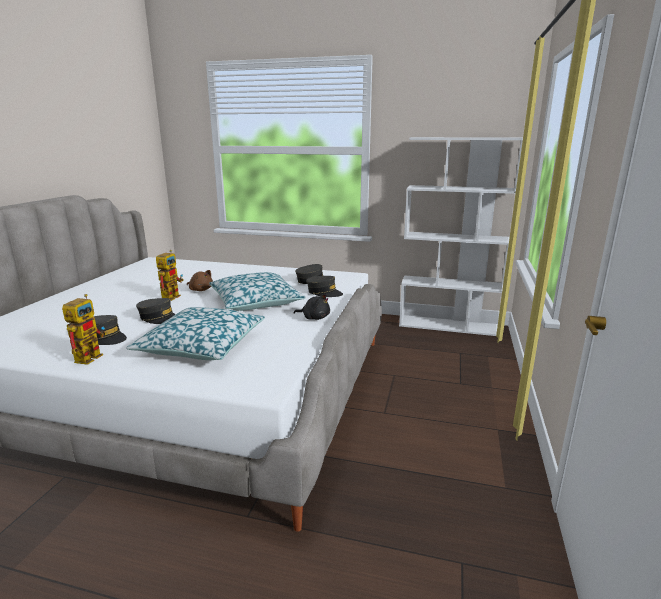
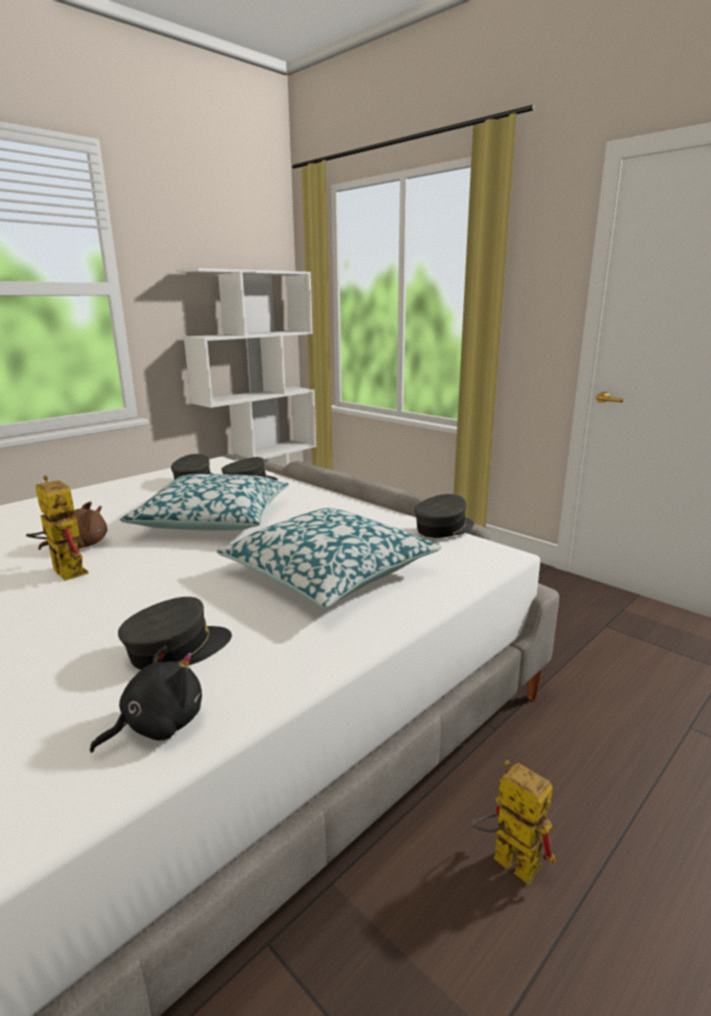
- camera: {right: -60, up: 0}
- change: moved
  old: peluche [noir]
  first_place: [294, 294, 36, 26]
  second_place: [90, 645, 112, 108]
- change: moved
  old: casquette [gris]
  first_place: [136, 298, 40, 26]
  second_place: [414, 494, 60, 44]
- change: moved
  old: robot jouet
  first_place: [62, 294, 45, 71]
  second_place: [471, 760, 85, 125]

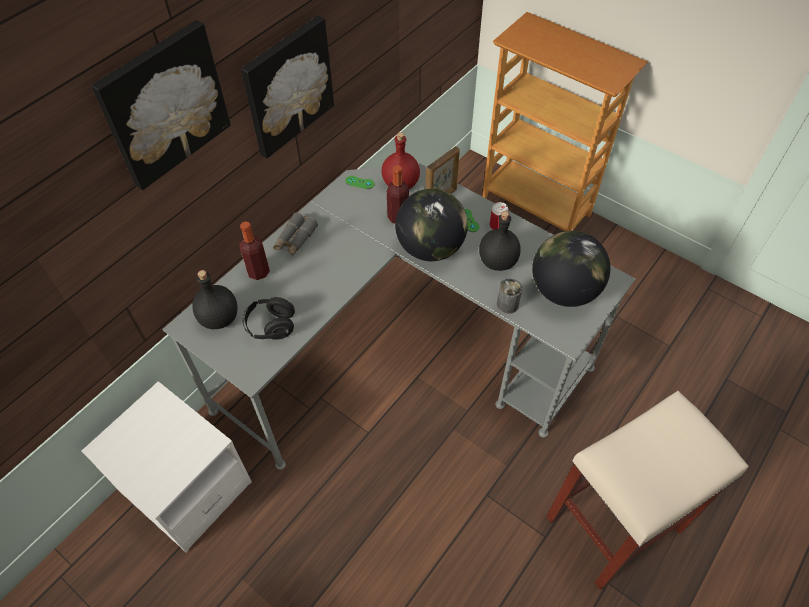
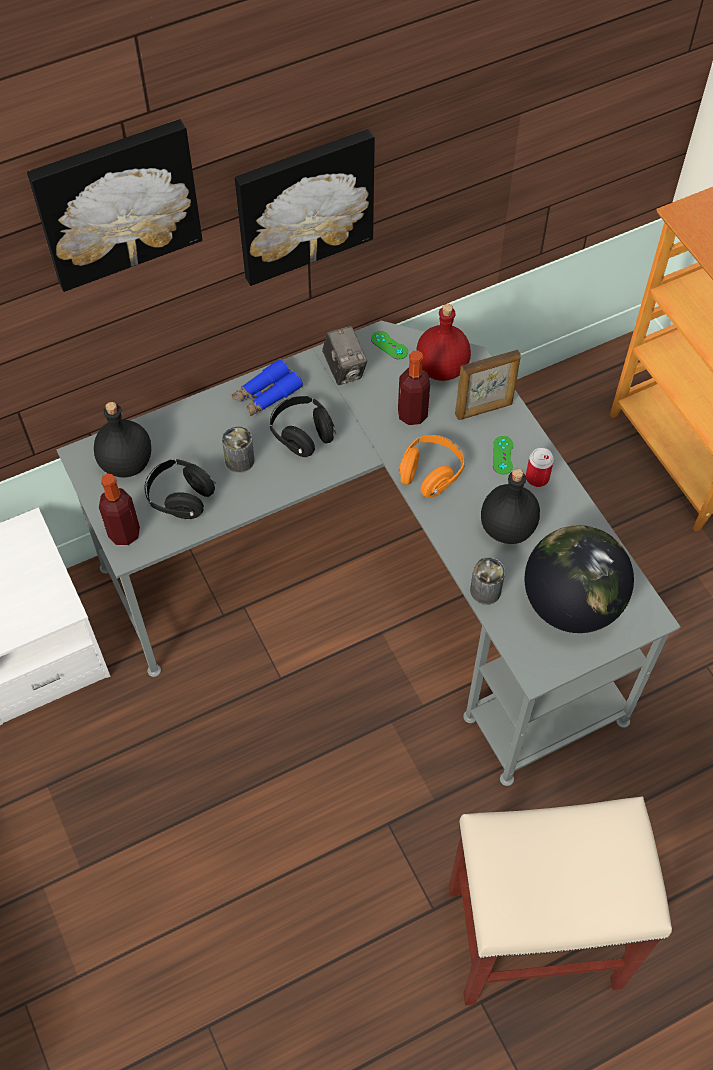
- camera: {right: 25, up: 5}
- change: moved
  old: bouteille
  first_place: [239, 221, 31, 59]
  second_place: [99, 474, 41, 71]
- change: added
  new: boîte métallique
  second_place: [222, 426, 33, 47]
- change: recoloured
  old: jumelles [gris]
  new: jumelles [bleu]
  first_place: [273, 213, 45, 43]
  second_place: [232, 359, 71, 57]
- change: added
  new: casque audio [noir]
  second_place: [270, 396, 66, 61]
- change: added
  new: appareil photo
  second_place: [322, 326, 45, 59]
- change: replaced
  old: globe
  new: casque audio [orange]
  first_place: [395, 189, 73, 72]
  second_place: [399, 435, 66, 63]

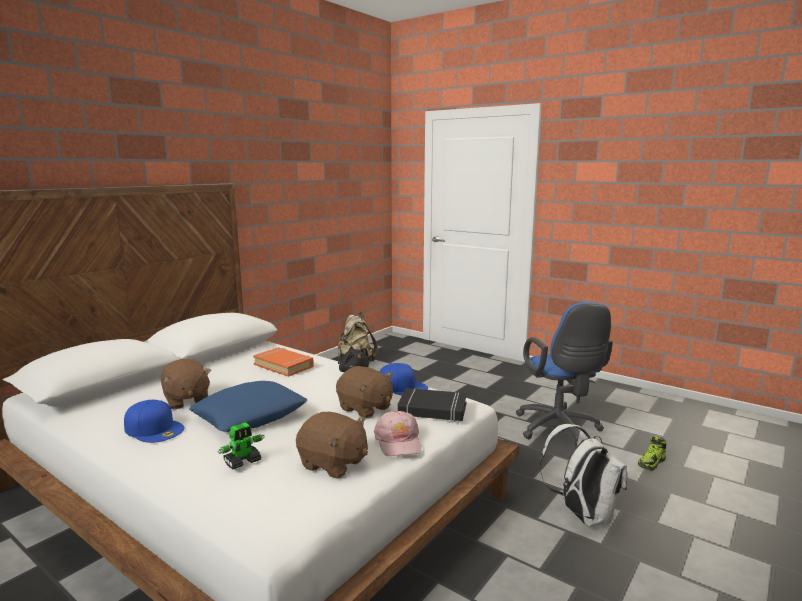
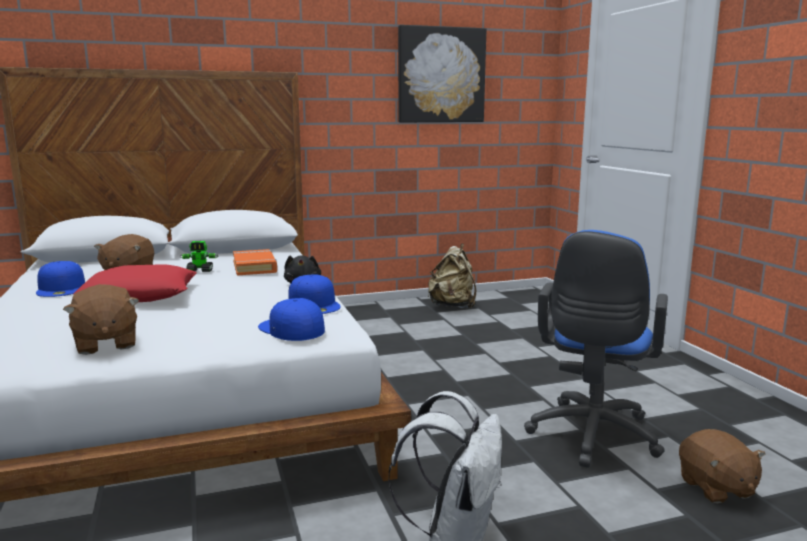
- camera: {right: 35, up: 0}
- change: recoloured
  old: coussin [bleu]
  new: coussin [rouge]
  first_place: [189, 381, 118, 51]
  second_place: [73, 264, 124, 38]
- change: moved
  old: robot jouet
  first_place: [218, 422, 47, 47]
  second_place: [180, 241, 38, 31]
- change: replaced
  old: livre [noir]
  new: casquette [bleu]
  first_place: [398, 388, 69, 33]
  second_place: [258, 298, 67, 43]
- change: added
  new: tableau
  second_place: [398, 25, 89, 97]
- change: moved
  old: peluche [marron]
  first_place: [336, 366, 57, 52]
  second_place: [679, 429, 86, 75]
- change: removed
  old: casquette [rose]
  first_place: [374, 410, 47, 46]
- change: removed
  old: chaussure
  first_place: [638, 436, 28, 35]

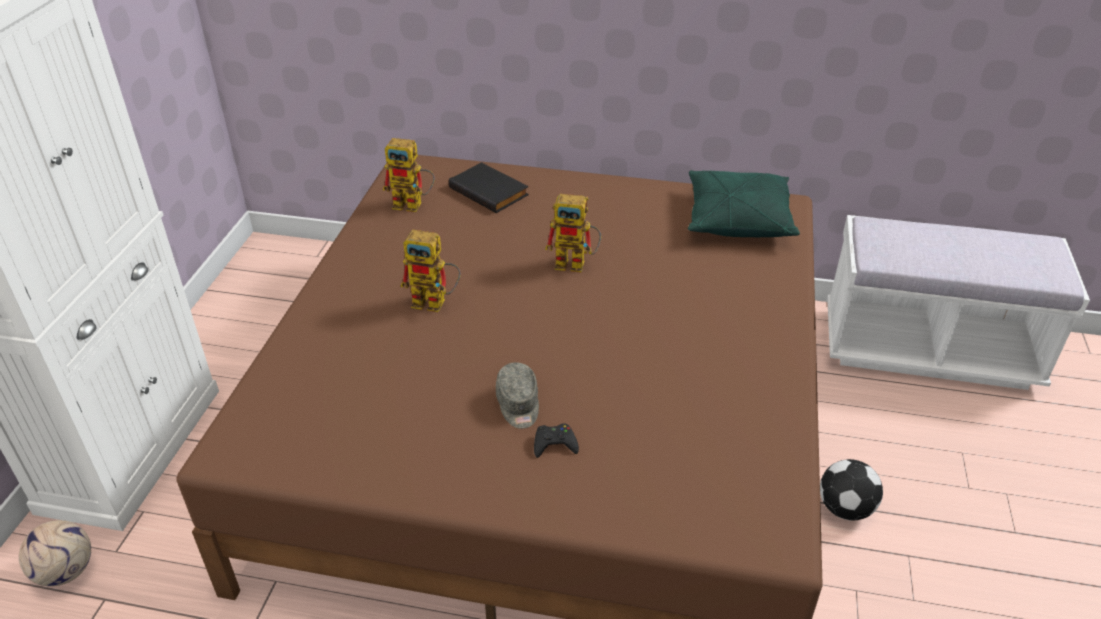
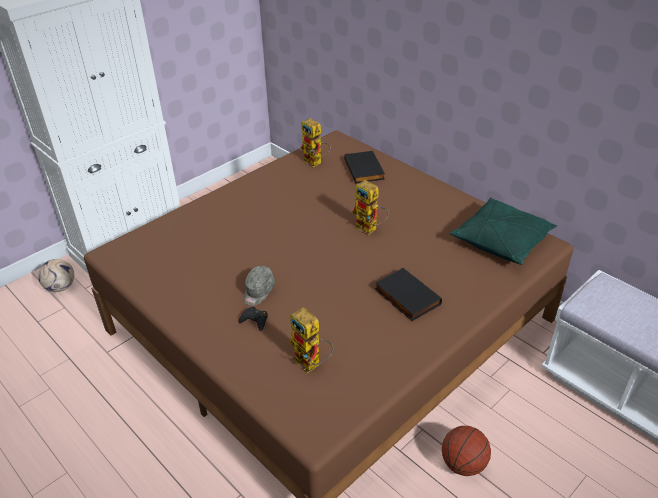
- camera: {right: 35, up: 0}
- change: moved
  old: robot jouet
  first_place: [400, 230, 61, 82]
  second_place: [289, 307, 45, 66]
- change: added
  new: livre [noir]
  second_place: [374, 268, 68, 53]
- change: replaced
  old: ballon de foot
  new: ballon de basket
  first_place: [820, 459, 63, 62]
  second_place: [442, 426, 49, 50]

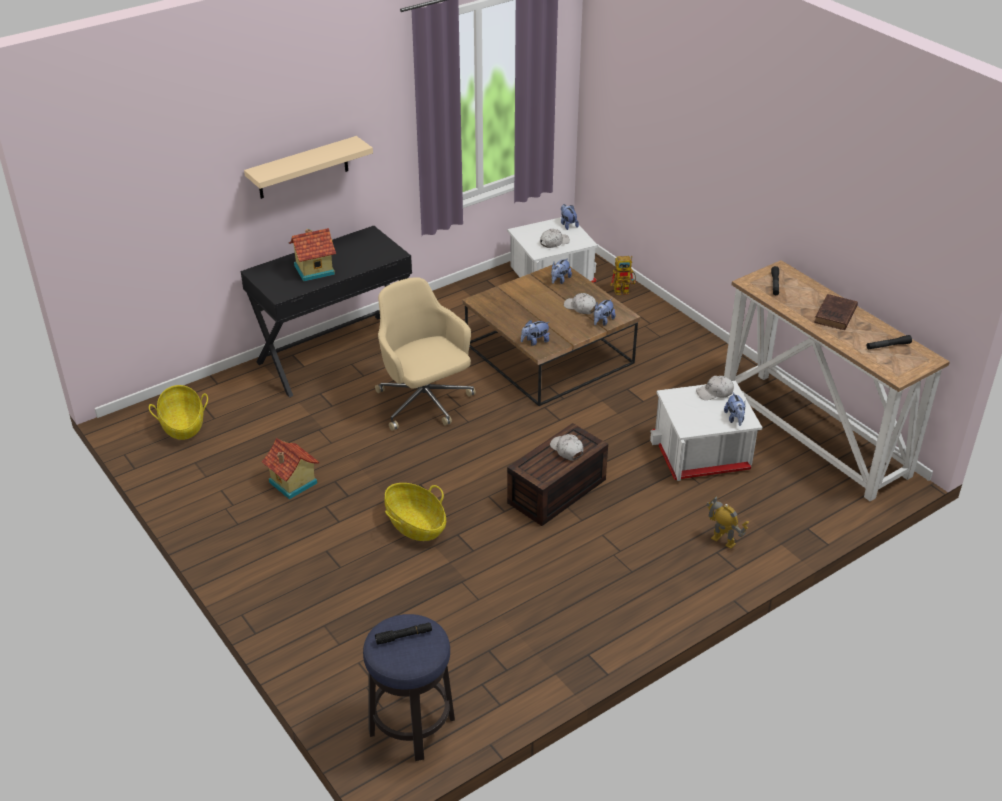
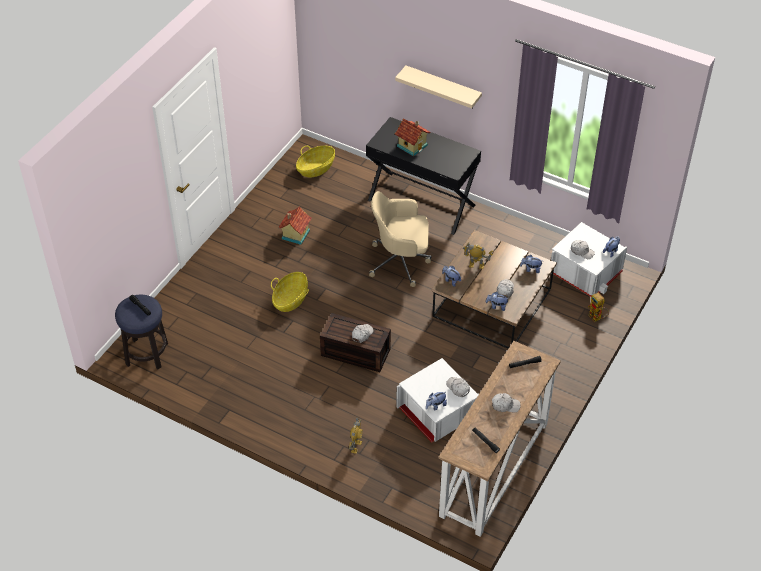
- camera: {right: 65, up: 10}
- change: turned
  old: chaise de bureau [beige]
  first_place: [375, 277, 101, 154]
  second_place: [369, 191, 62, 96]
  degrees: -120
- change: added
  new: robot jouet
  second_place: [462, 242, 31, 27]
- change: replaced
  old: livre [marron]
  new: casquette [blanc]
  first_place: [814, 294, 44, 36]
  second_place: [492, 393, 29, 19]

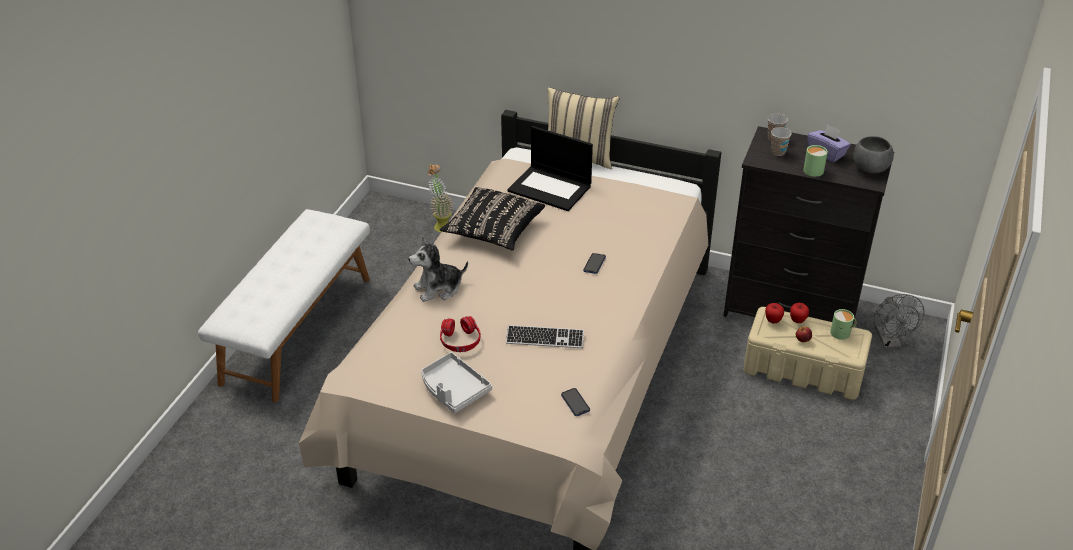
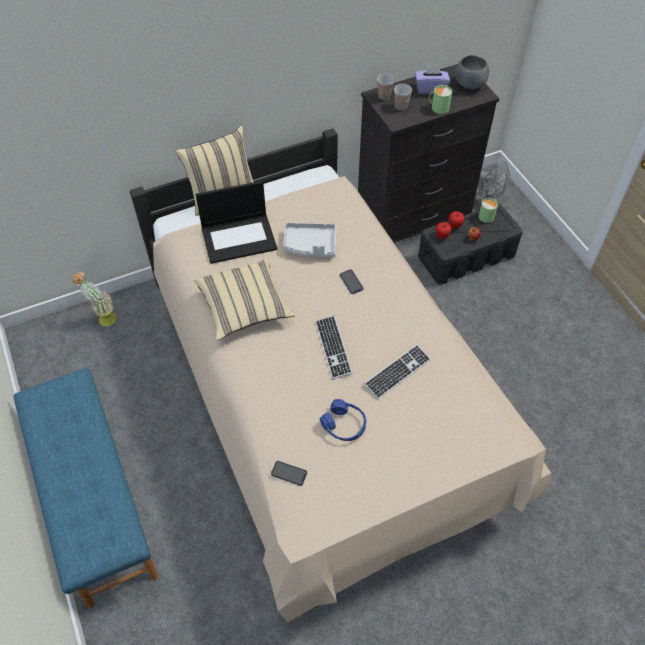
- camera: {right: -45, up: 15}
- change: recoloured
  old: banc [blanc]
  new: banc [bleu]
  first_place: [198, 209, 172, 193]
  second_place: [13, 368, 145, 240]
- change: recoloured
  old: coussin [noir]
  new: coussin [beige]
  first_place: [440, 187, 105, 64]
  second_place: [195, 258, 100, 82]
- change: moved
  old: téléphone
  first_place: [561, 388, 29, 28]
  second_place: [271, 461, 36, 25]
- change: moved
  old: plateau [gris]
  first_place: [421, 352, 71, 61]
  second_place: [283, 222, 53, 35]
- change: added
  new: clavier
  second_place: [315, 316, 38, 63]
- change: recoloured
  old: casque audio [rouge]
  new: casque audio [bleu]
  first_place: [440, 316, 41, 36]
  second_place: [320, 399, 46, 42]
- change: recoloured
  old: boîte de rangement [beige]
  new: boîte de rangement [noir]
  first_place: [743, 307, 129, 93]
  second_place: [418, 204, 105, 81]
- change: removed
  old: peluche
  first_place: [409, 237, 59, 65]

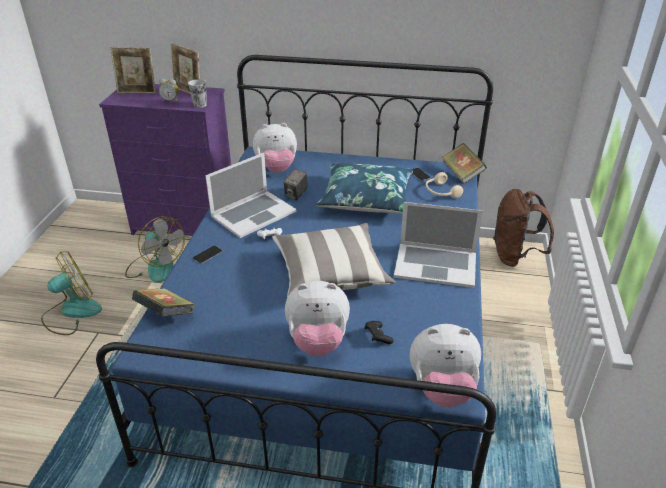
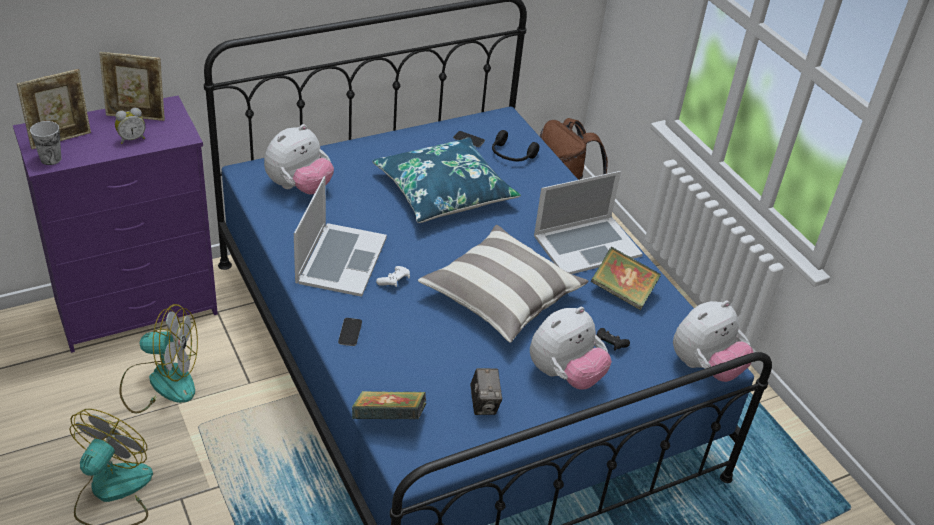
- camera: {right: -40, up: 5}
- change: moved
  old: tasse
  first_place: [188, 79, 19, 29]
  second_place: [30, 121, 31, 44]
- change: moved
  old: appareil photo
  first_place: [284, 169, 24, 31]
  second_place: [470, 368, 32, 47]
- change: recoloured
  old: casque audio [beige]
  new: casque audio [noir]
  first_place: [426, 172, 37, 26]
  second_place: [492, 130, 47, 31]
- change: moved
  old: livre
  first_place: [442, 143, 45, 41]
  second_place: [591, 247, 70, 63]

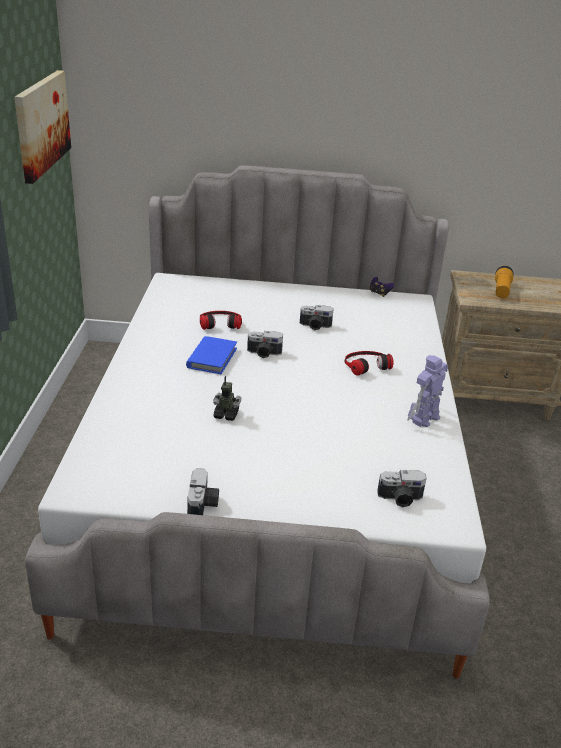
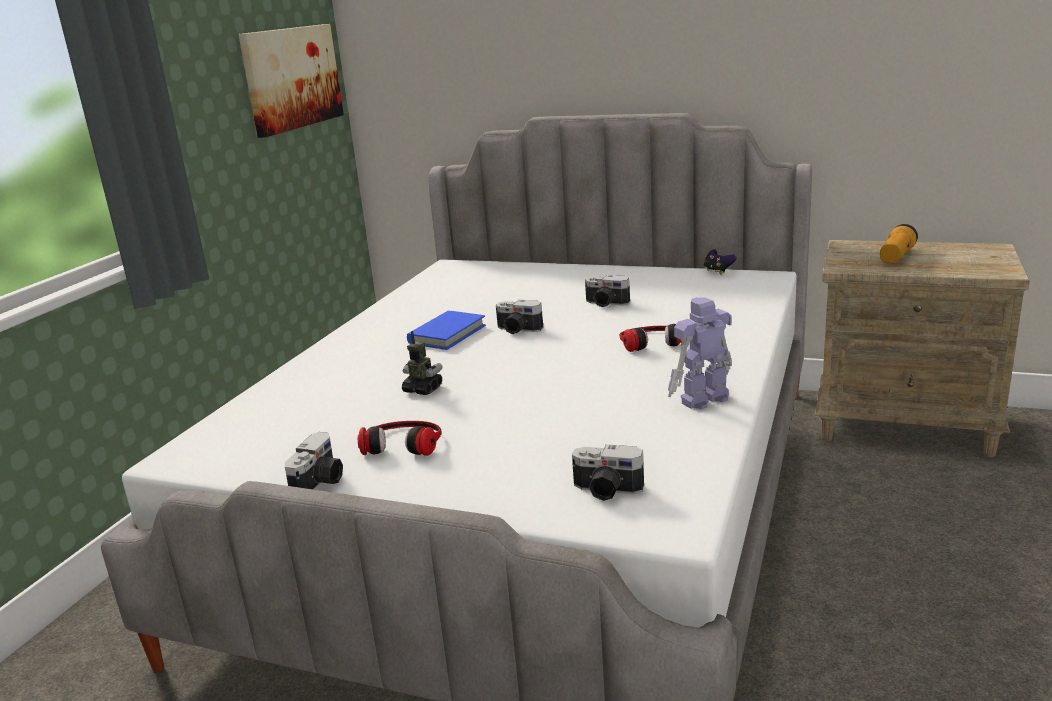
- camera: {right: 20, up: -10}
- change: moved
  old: casque audio
  first_place: [200, 311, 42, 19]
  second_place: [358, 421, 84, 35]

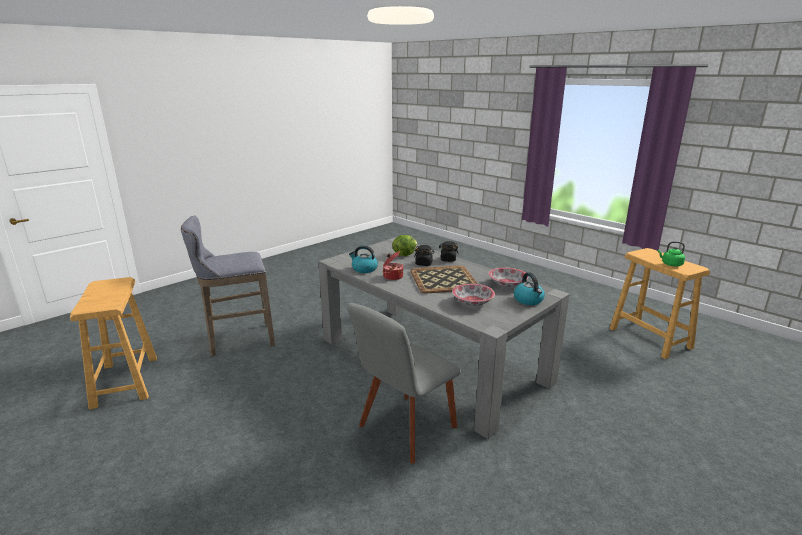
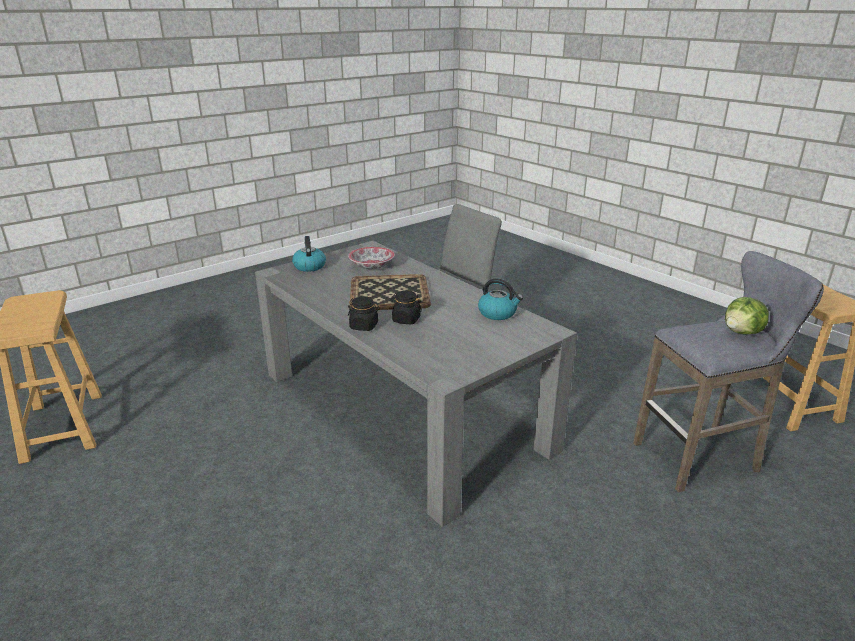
- camera: {right: -175, up: 5}
- change: moved
  old: laitue
  first_place: [392, 235, 25, 21]
  second_place: [725, 297, 44, 38]
- change: removed
  old: marmite
  first_place: [382, 251, 21, 29]
- change: removed
  old: bol
  first_place: [488, 268, 40, 19]
- change: removed
  old: bouilloire [vert]
  first_place: [658, 241, 27, 26]

